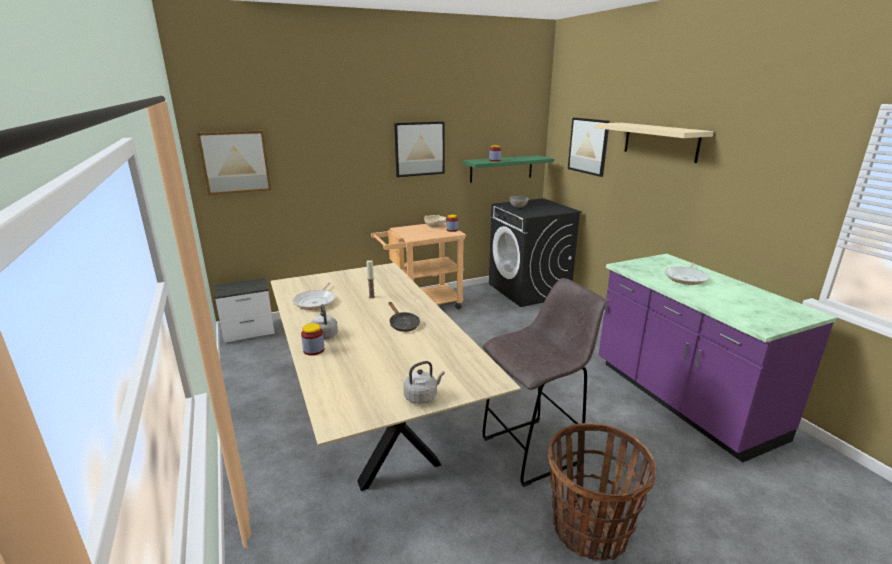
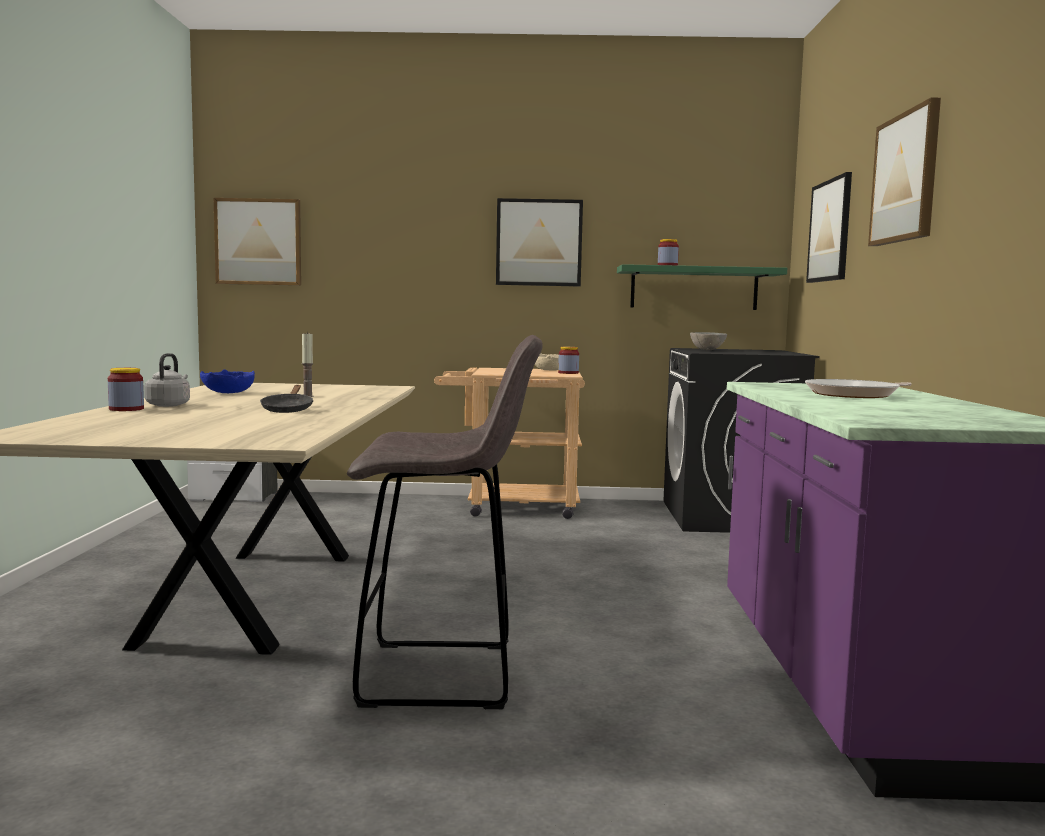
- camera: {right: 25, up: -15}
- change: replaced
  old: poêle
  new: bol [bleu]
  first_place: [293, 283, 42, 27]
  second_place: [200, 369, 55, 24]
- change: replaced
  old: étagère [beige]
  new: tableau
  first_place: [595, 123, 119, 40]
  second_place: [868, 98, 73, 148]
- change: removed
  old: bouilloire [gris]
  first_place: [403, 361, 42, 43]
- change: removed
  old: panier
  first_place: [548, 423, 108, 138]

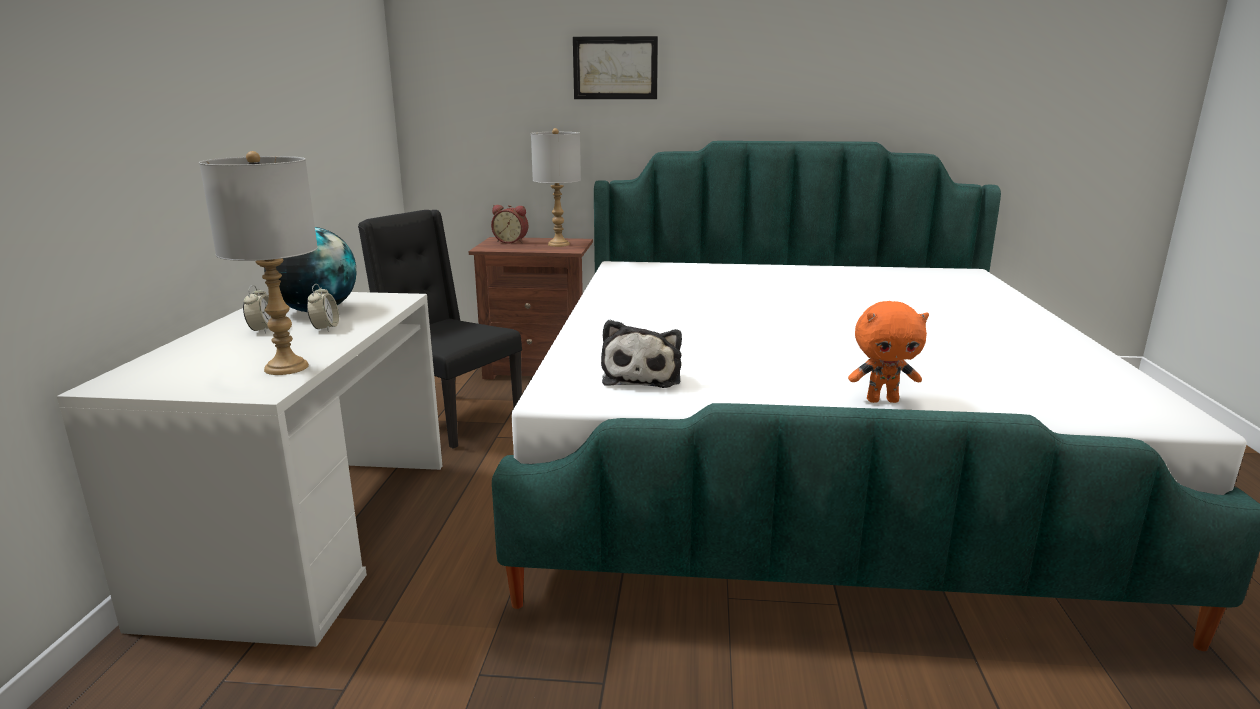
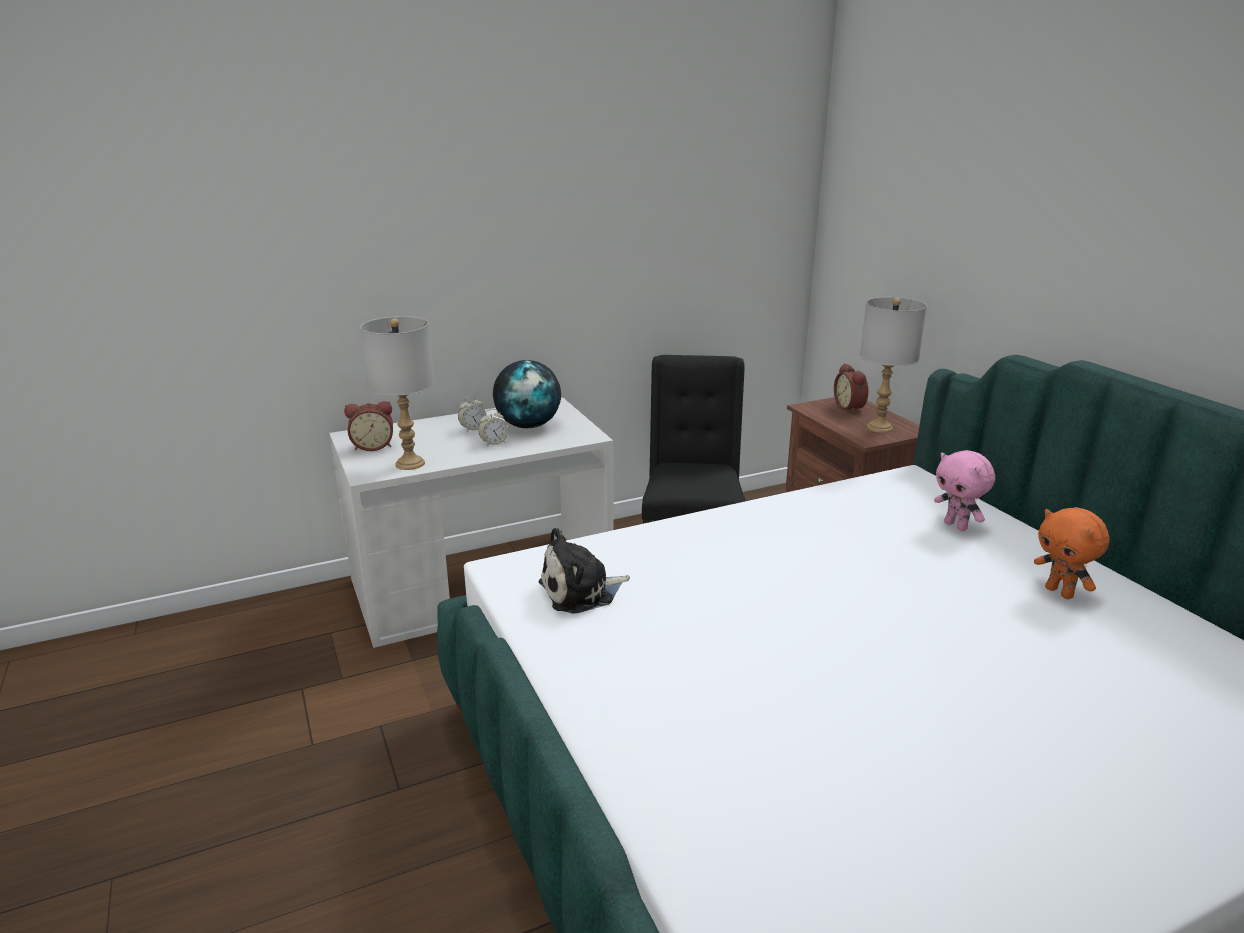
- camera: {right: 60, up: 5}
- change: added
  new: réveil
  second_place: [344, 401, 49, 50]
- change: added
  new: peluche [rose]
  second_place: [934, 450, 61, 81]
- change: moved
  old: peluche [orange]
  first_place: [848, 301, 81, 102]
  second_place: [1034, 507, 76, 92]
- change: removed
  old: tableau
  first_place: [573, 36, 85, 63]

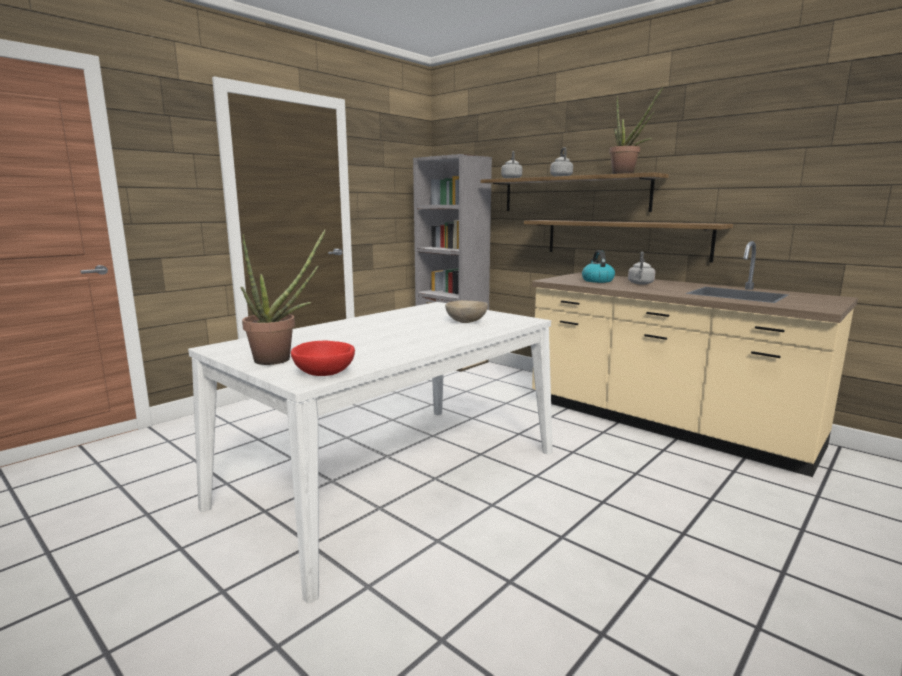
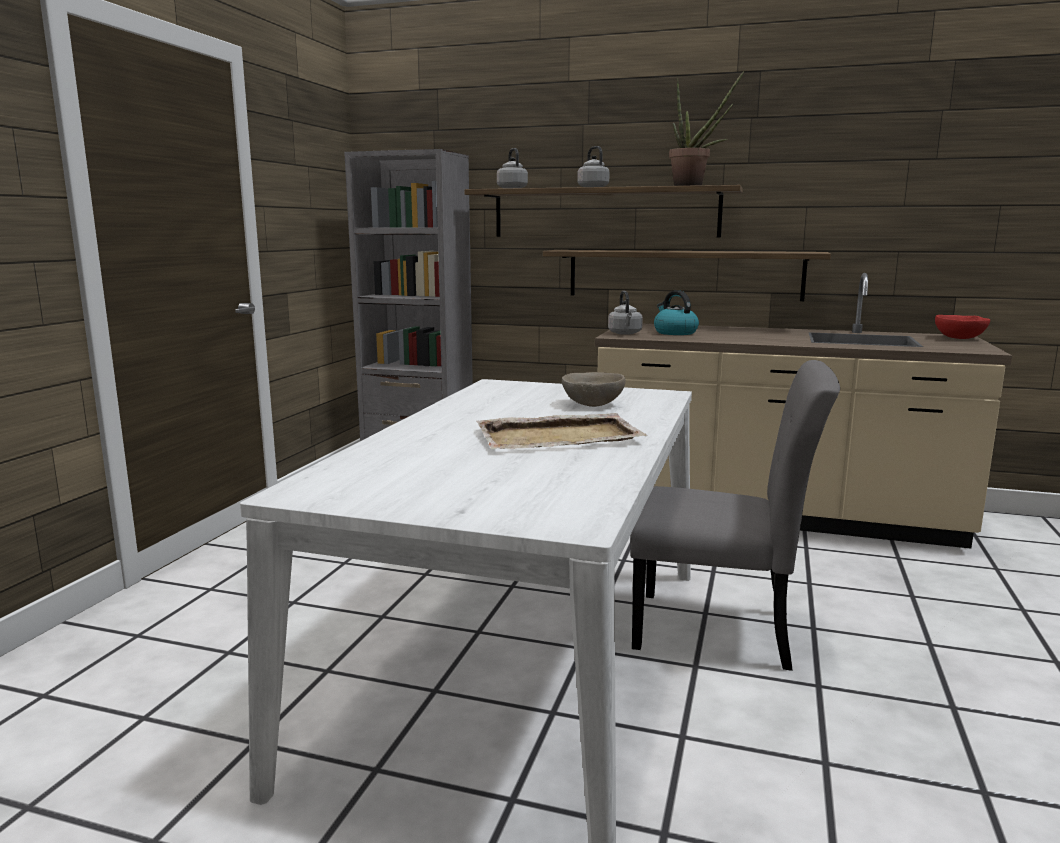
- camera: {right: -25, up: 0}
- change: added
  new: plateau [beige]
  second_place: [476, 413, 171, 36]
- change: moved
  old: bouilloire [gris]
  first_place: [628, 252, 27, 32]
  second_place: [608, 291, 35, 44]
- change: added
  new: chaise [gris]
  second_place: [630, 360, 210, 311]
- change: moved
  old: bol [rouge]
  first_place: [291, 340, 64, 36]
  second_place: [935, 315, 55, 24]
- change: removed
  old: plante en pot
  first_place: [241, 229, 85, 136]

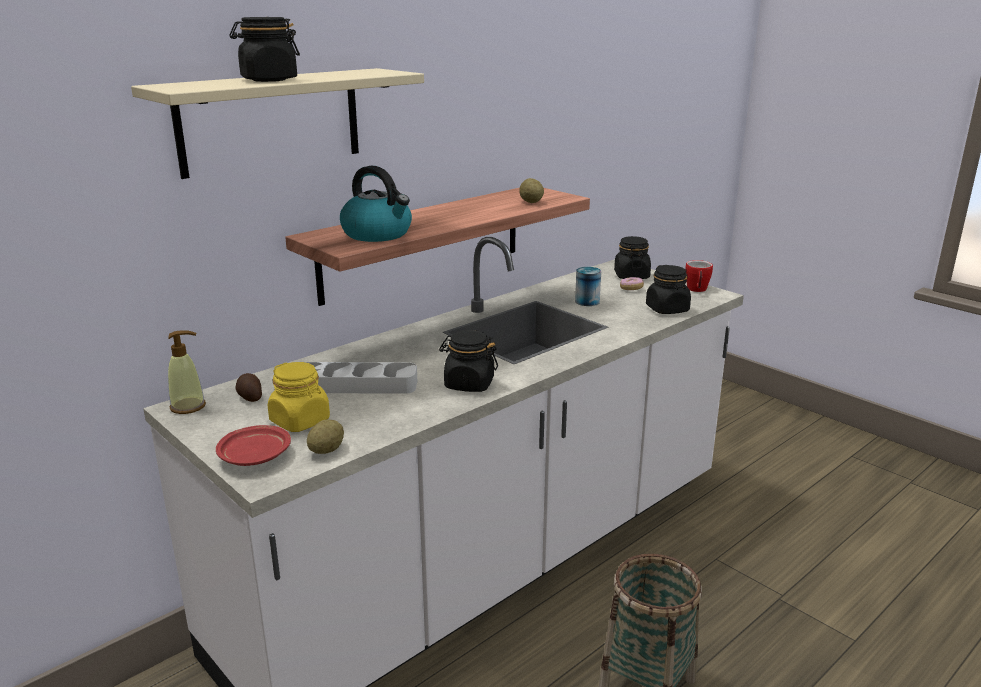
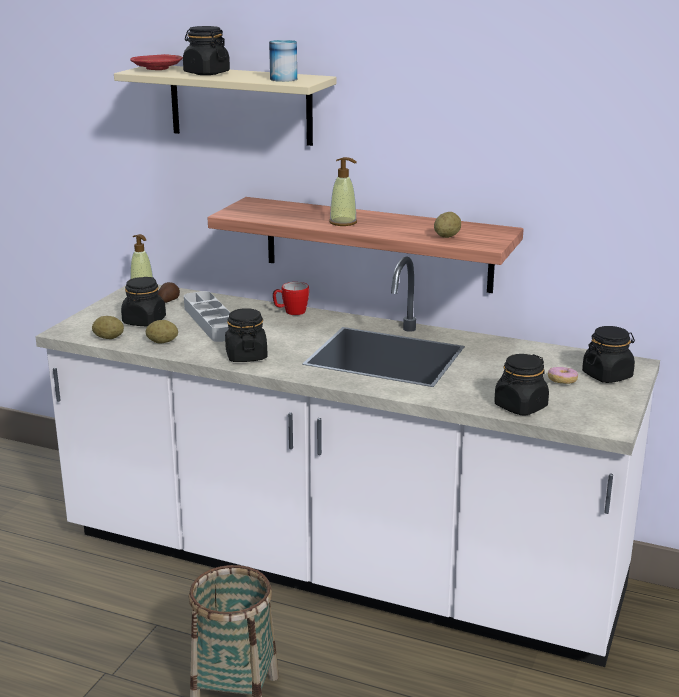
- camera: {right: 65, up: 0}
- change: recoloured
  old: bocal [jaune]
  new: bocal [noir]
  first_place: [268, 362, 62, 70]
  second_place: [121, 277, 45, 49]
- change: moved
  old: assiette [rouge]
  first_place: [216, 425, 75, 41]
  second_place: [130, 54, 53, 16]
- change: added
  new: pomme de terre
  second_place: [146, 320, 32, 23]
- change: moved
  old: boîte métallique
  first_place: [575, 267, 26, 39]
  second_place: [269, 40, 28, 42]
- change: moved
  old: mug
  first_place: [685, 260, 28, 32]
  second_place: [273, 282, 36, 33]
- change: added
  new: distributeur de savon
  second_place: [329, 157, 28, 69]
- change: removed
  old: bouilloire
  first_place: [340, 166, 72, 76]

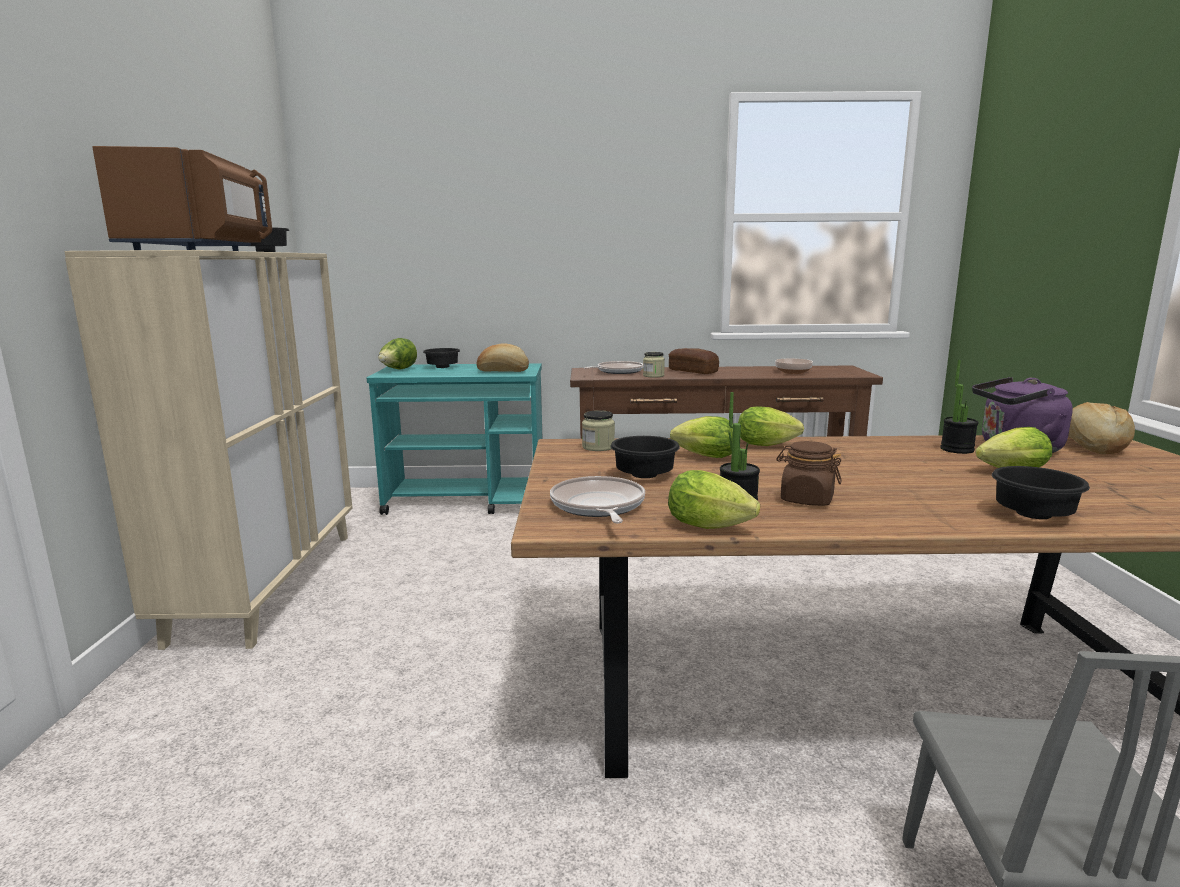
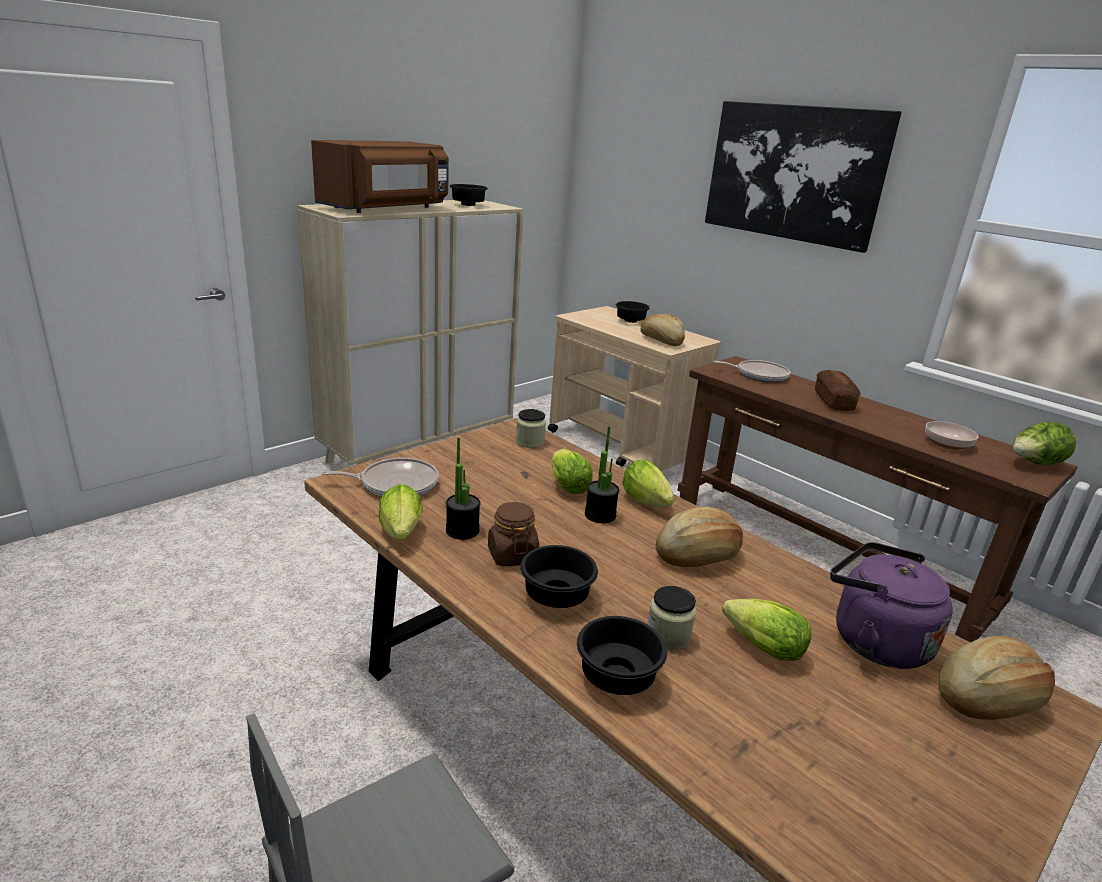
- camera: {right: 45, up: 10}
- change: turned
  old: poêle
  first_place: [550, 476, 95, 47]
  second_place: [321, 458, 118, 38]
  degrees: 45
- change: moved
  old: bol [noir]
  first_place: [611, 436, 69, 42]
  second_place: [520, 545, 78, 63]
- change: recoloured
  old: chariot [turquoise]
  new: chariot [beige]
  first_place: [367, 363, 176, 152]
  second_place: [548, 306, 173, 165]
- change: moved
  old: plante en pot
  first_place: [940, 360, 38, 94]
  second_place: [585, 426, 34, 97]
- change: moved
  old: bocal
  first_place: [643, 352, 22, 26]
  second_place: [647, 586, 49, 64]
- change: added
  new: pain
  second_place: [655, 507, 88, 60]
- change: added
  new: tableau
  second_place: [705, 101, 197, 152]
- change: moved
  old: laitue
  first_place: [378, 338, 39, 32]
  second_place: [1013, 422, 63, 43]

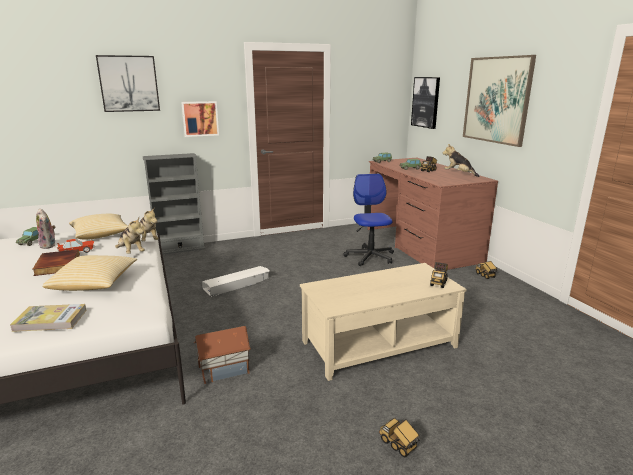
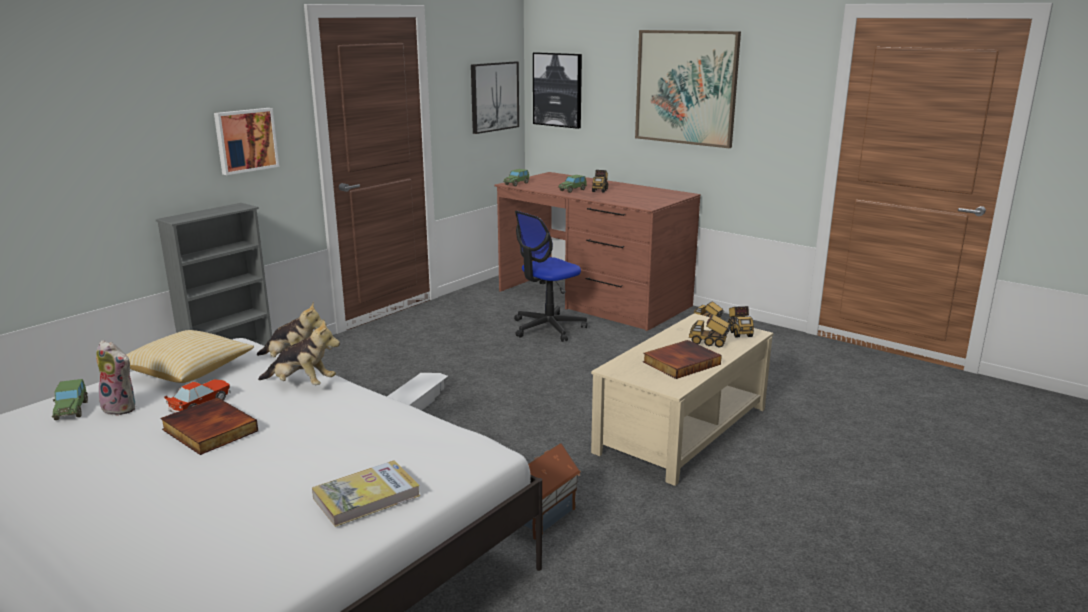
- camera: {right: -30, up: 0}
- change: moved
  old: tableau
  first_place: [96, 55, 64, 57]
  second_place: [471, 62, 48, 72]
- change: turned
  old: chaise de bureau
  first_place: [343, 174, 51, 92]
  second_place: [514, 211, 74, 131]
  degrees: -90
- change: added
  new: livre
  second_place: [643, 340, 79, 39]
- change: moved
  old: camion jouet
  first_place: [379, 418, 41, 39]
  second_place: [689, 314, 43, 33]
- change: removed
  old: coussin
  first_place: [42, 255, 95, 36]
- change: removed
  old: peluche
  first_place: [443, 144, 37, 33]

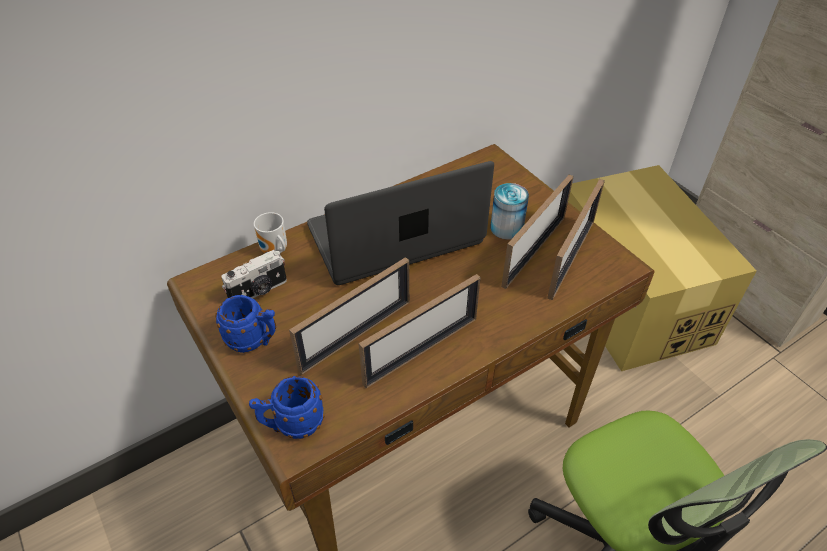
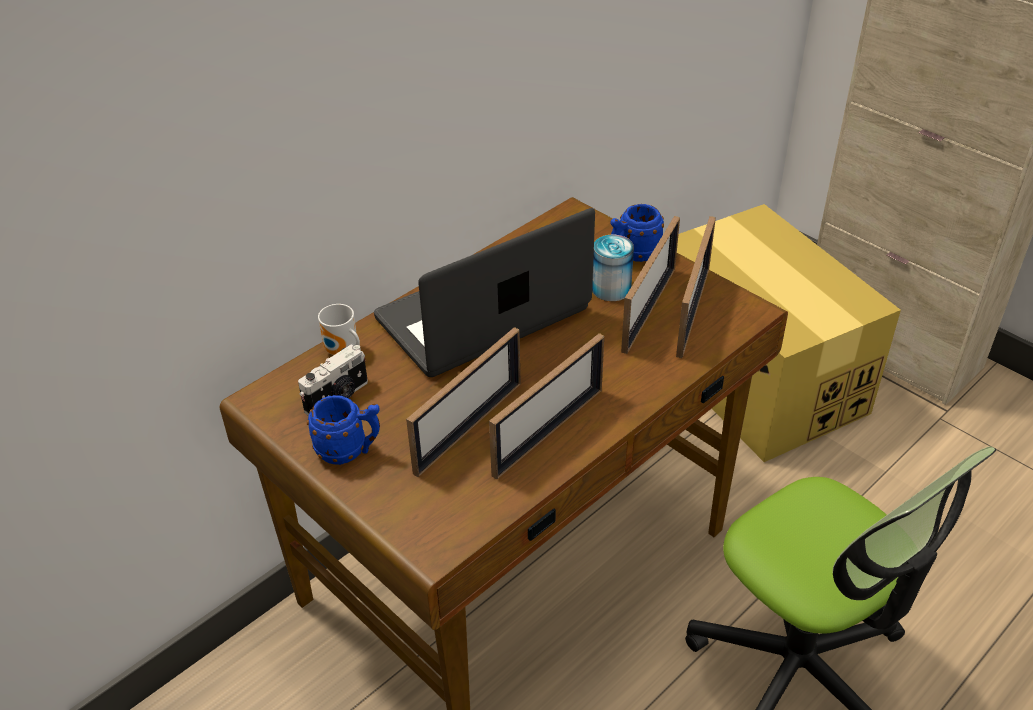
- camera: {right: -10, up: -5}
- change: moved
  old: mug [bleu]
  first_place: [249, 376, 76, 63]
  second_place: [611, 204, 53, 58]

